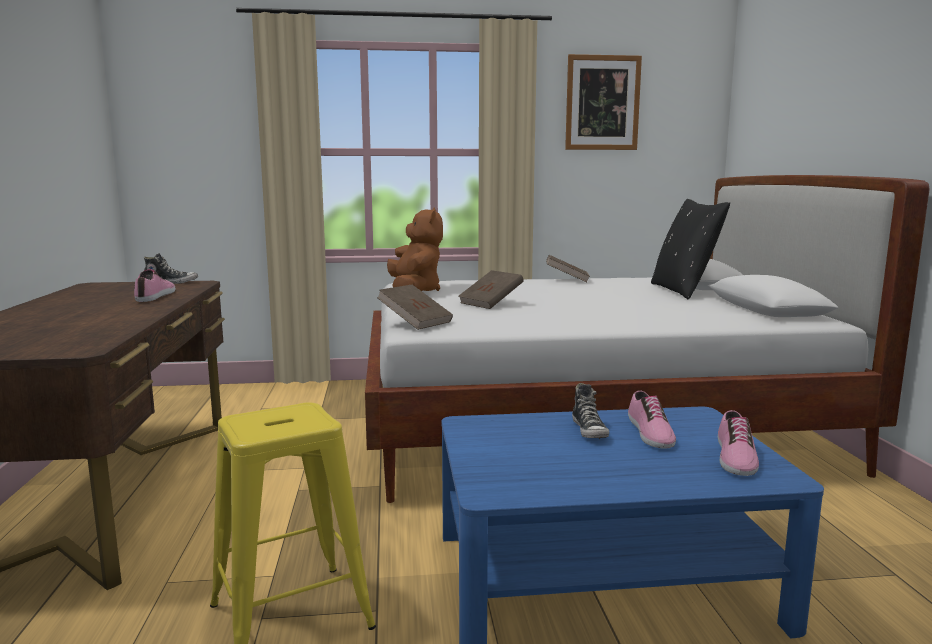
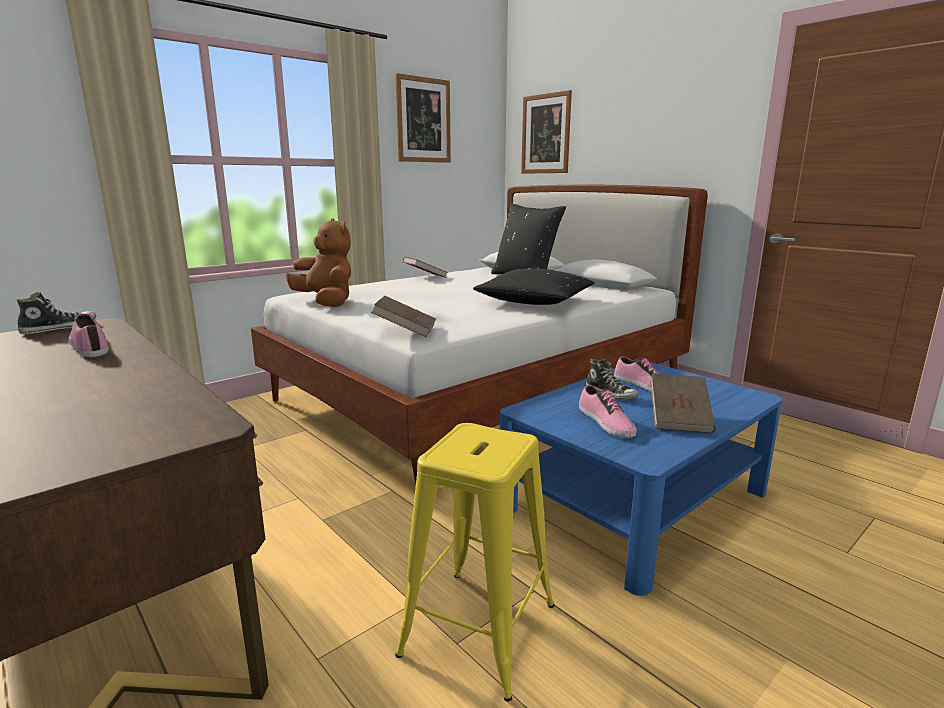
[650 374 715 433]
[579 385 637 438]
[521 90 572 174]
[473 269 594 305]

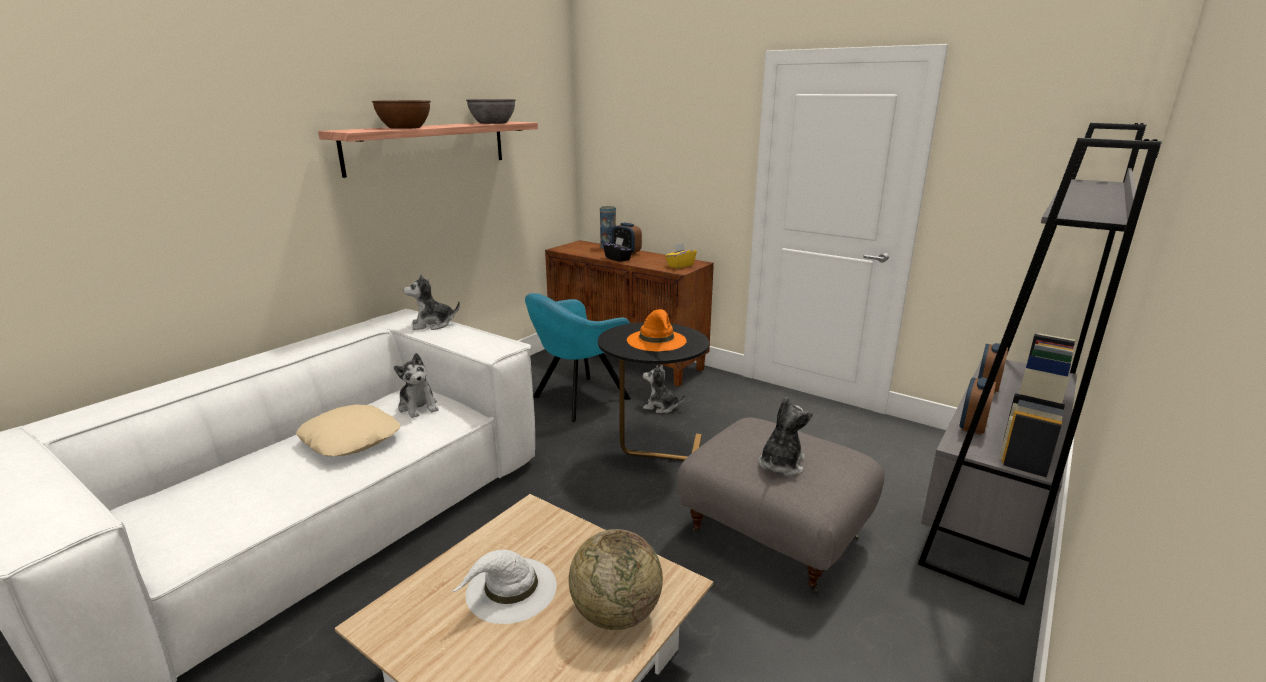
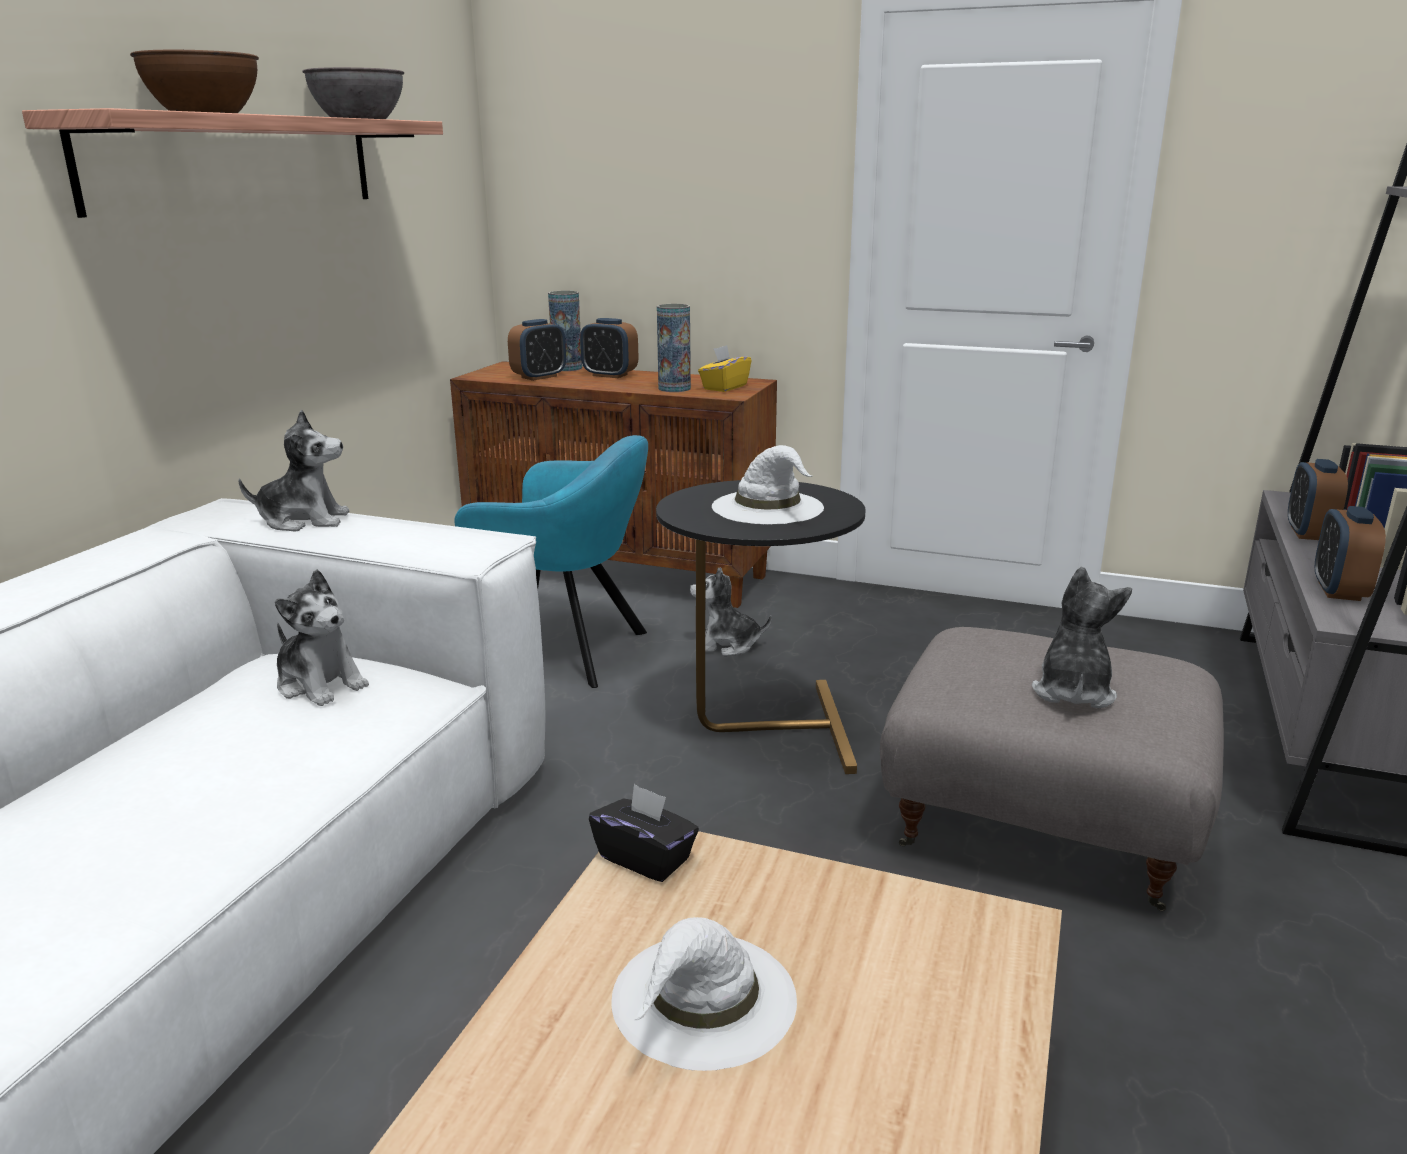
[589 783 699 882]
[238 410 349 531]
[454 435 648 688]
[712 445 824 524]
[296 405 401 456] (first image)
[569 529 663 630] (first image)
[657 304 691 392]
[508 319 566 381]

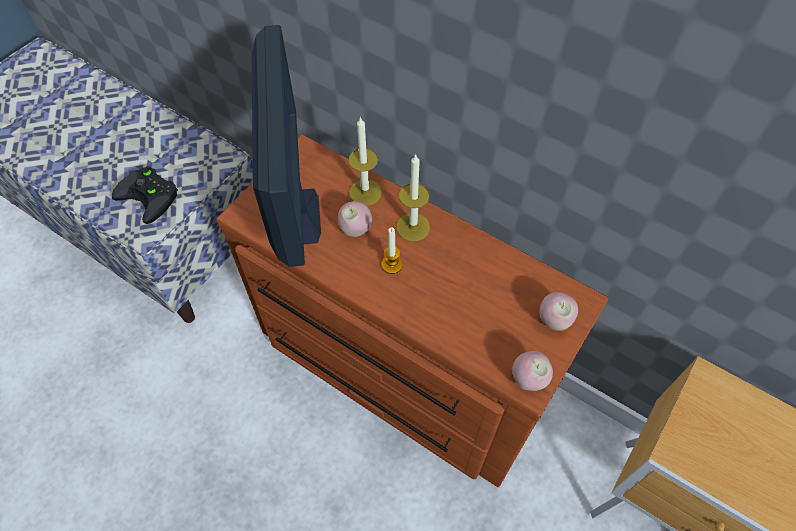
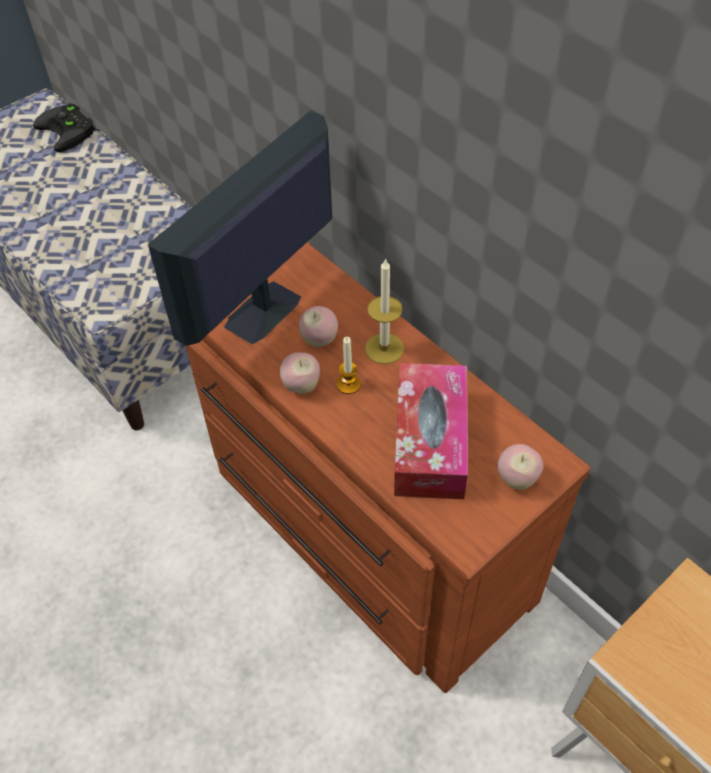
[148 110 332 346]
[348 116 382 206] (first image)
[33 103 96 152]
[280 352 320 394]
[394 363 468 499]

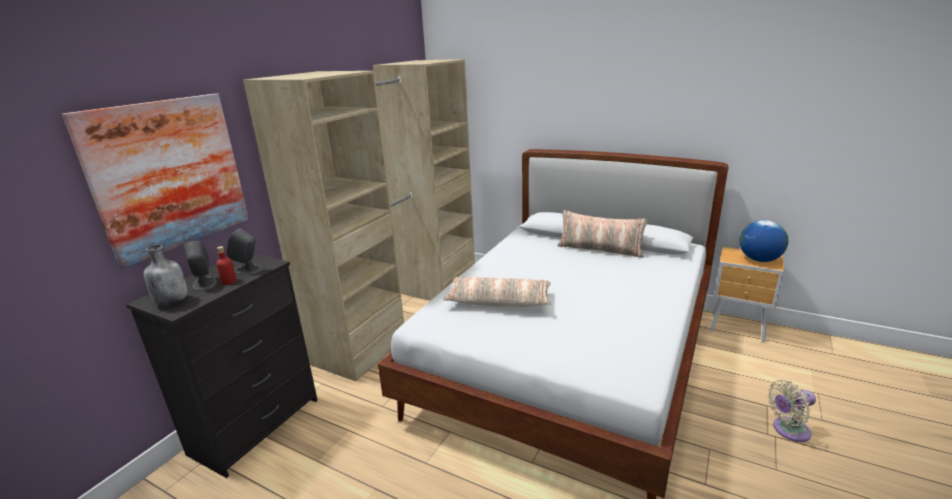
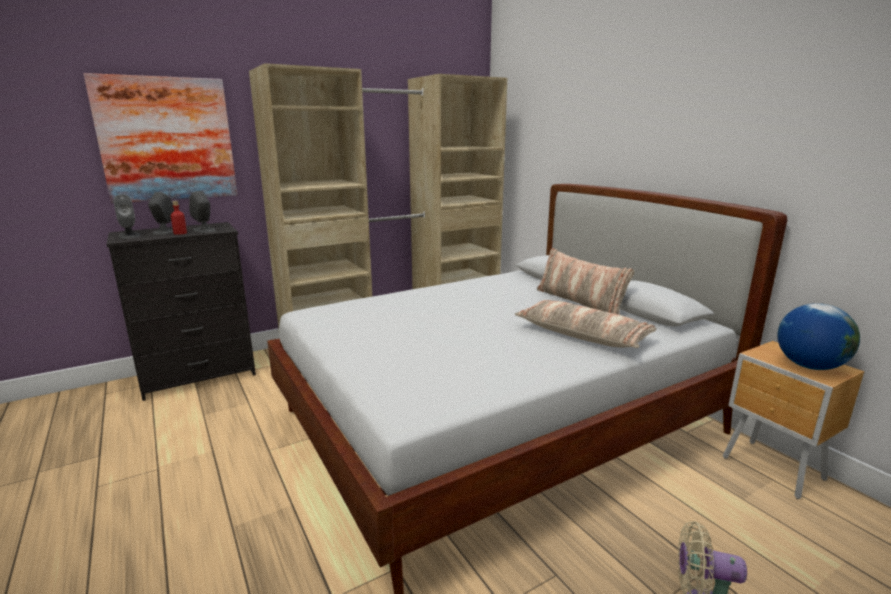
[114 194 141 239]
[515 300 657 348]

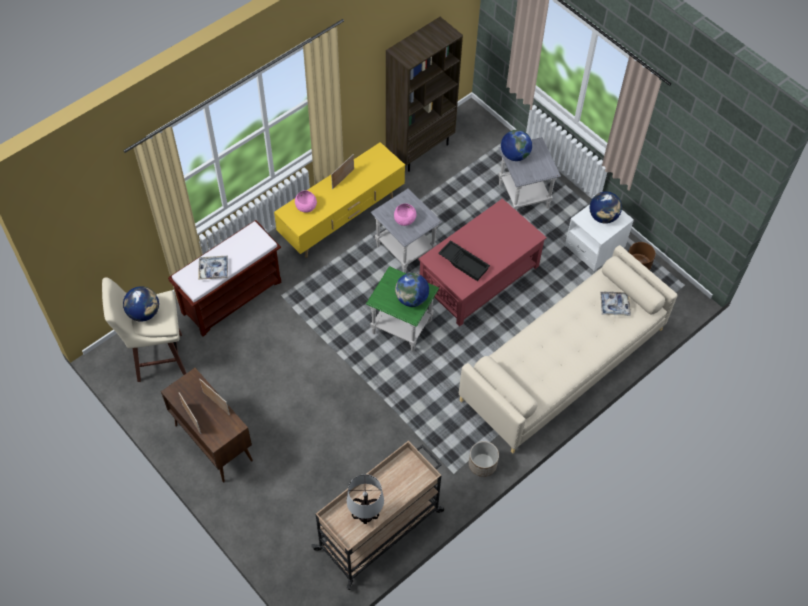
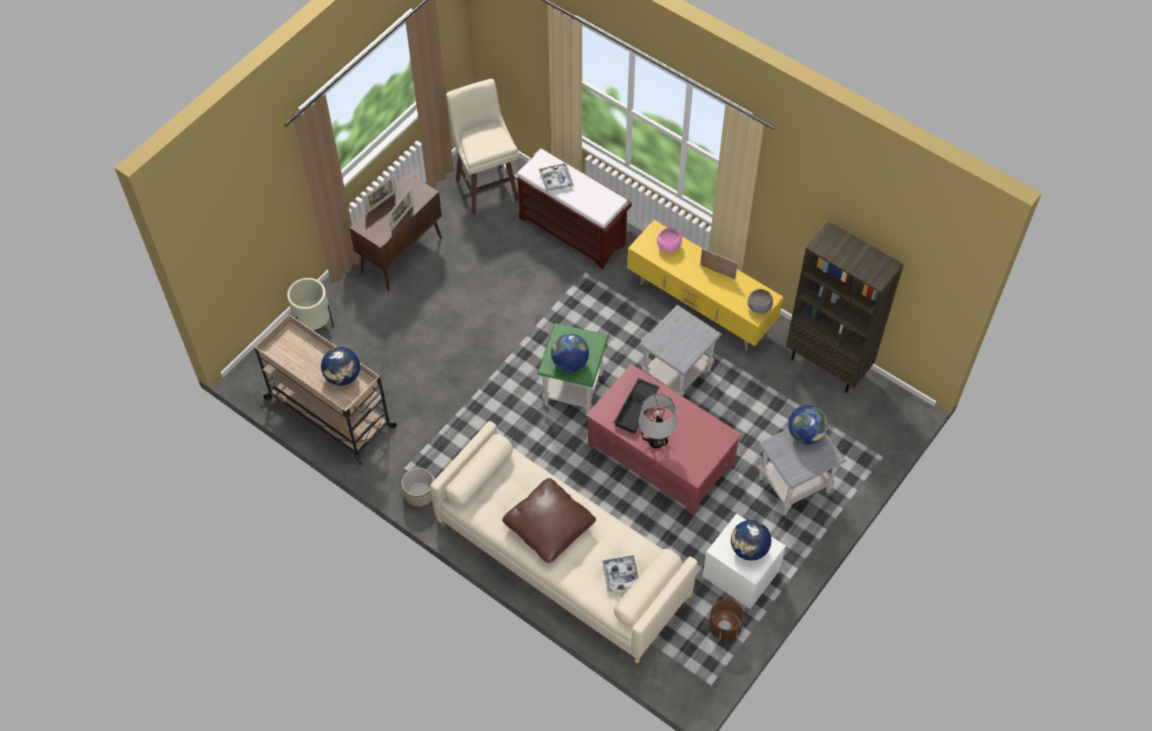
[394 203 416 226] (first image)
[321 347 360 386]
[639 394 676 448]
[287 278 334 330]
[747 289 773 314]
[502 478 596 563]

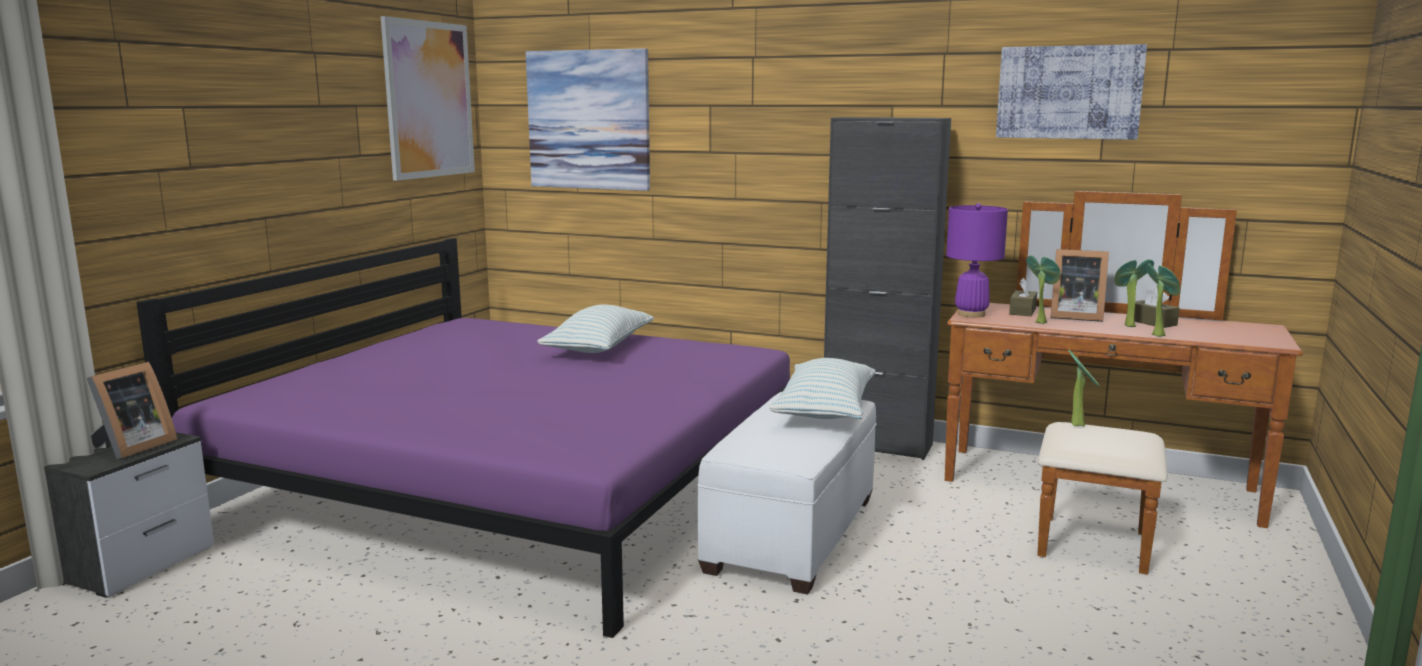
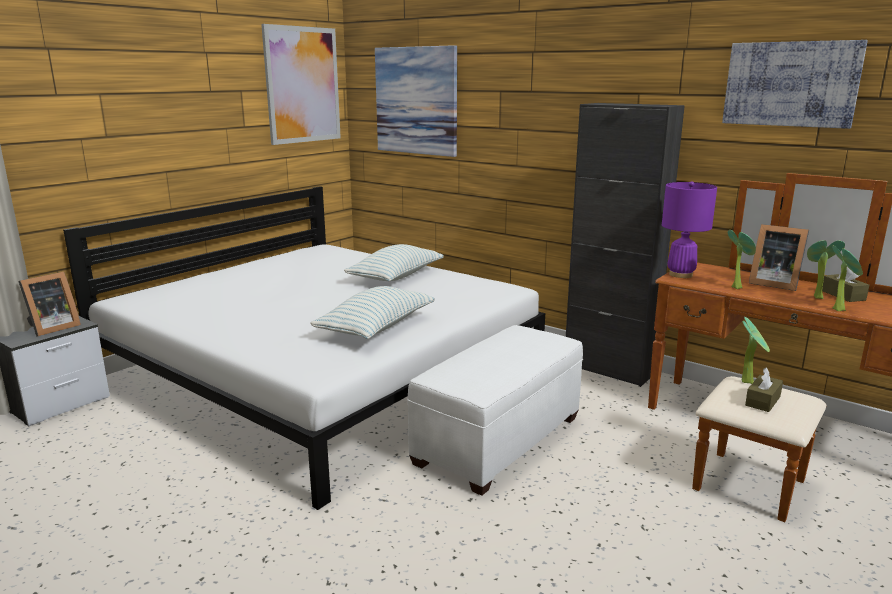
[63 186 545 510]
[745 367 783 412]
[310 286 435 339]

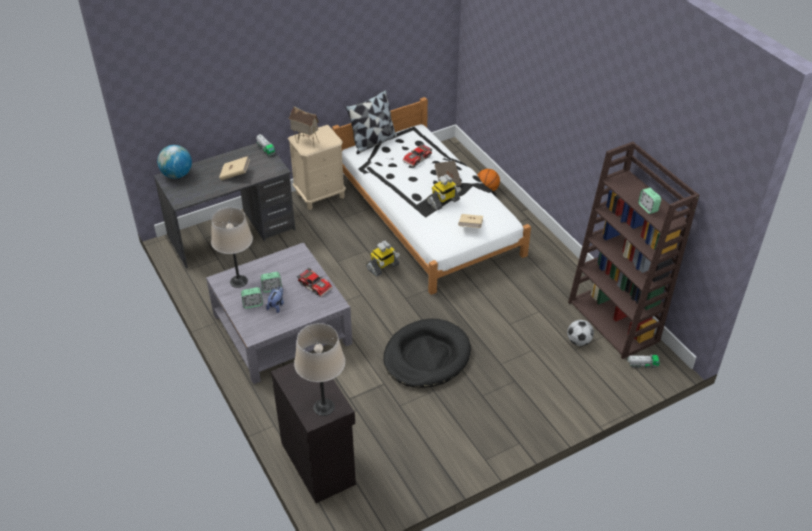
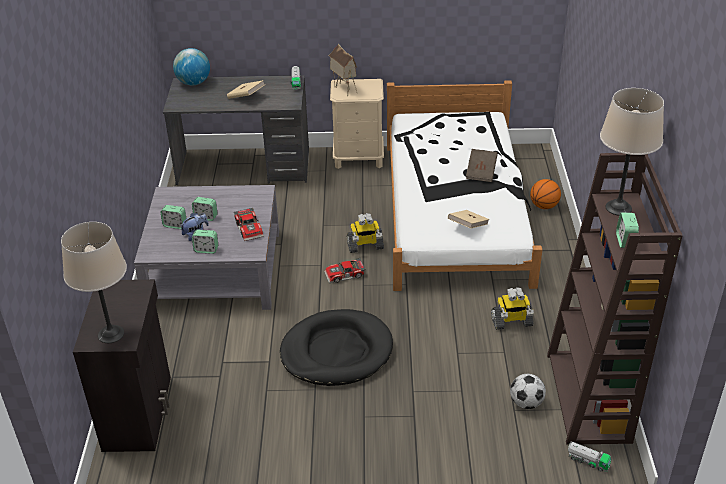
[345 90 397 154] (first image)
[324 258 365 283]
[491 287 534 330]
[600 88 664 216]
[192 230 218 254]

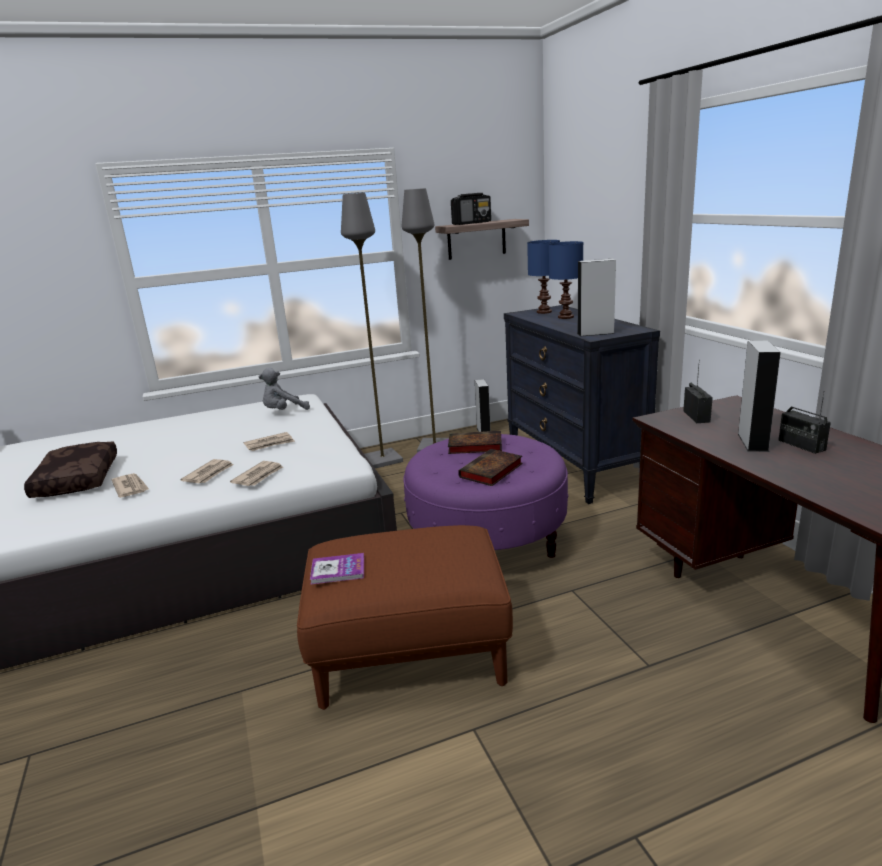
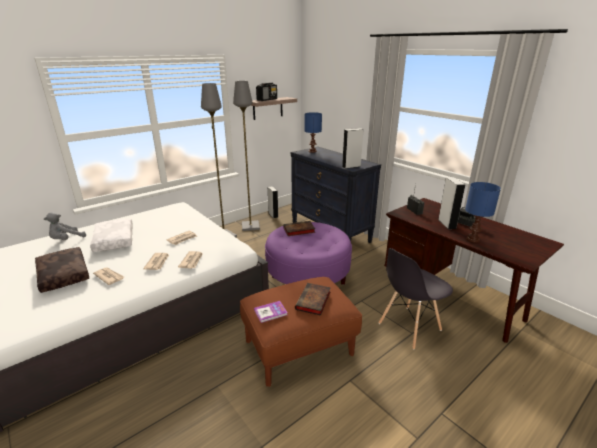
[465 182 501 243]
[44 212 86 240]
[295 283 331 316]
[90 218 133 252]
[379 248 453 350]

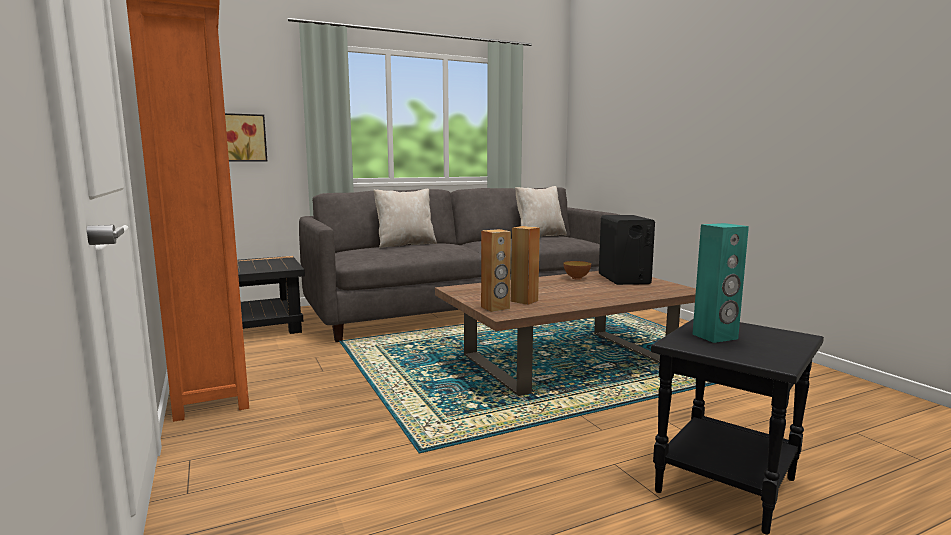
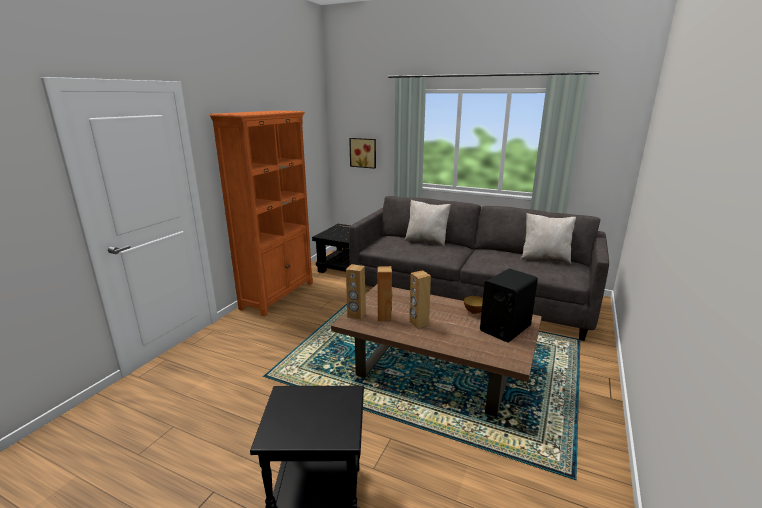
[693 223 749 343] (first image)
[409 270 431 329]

